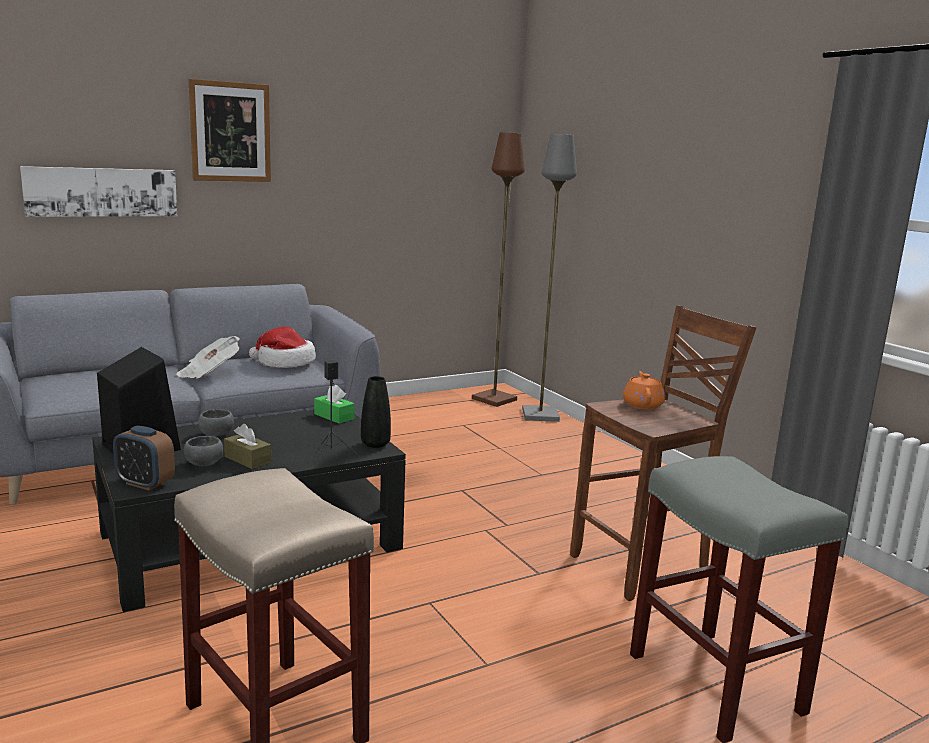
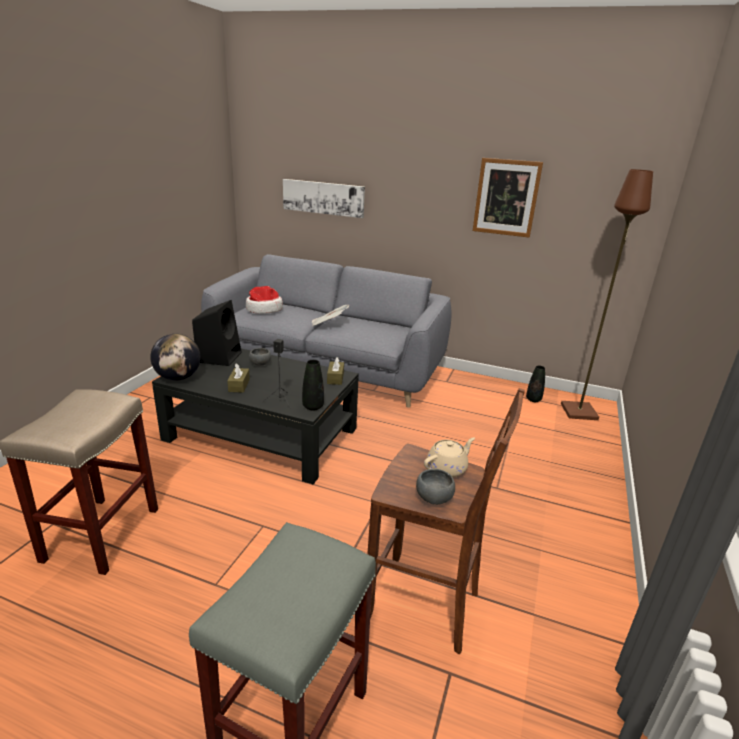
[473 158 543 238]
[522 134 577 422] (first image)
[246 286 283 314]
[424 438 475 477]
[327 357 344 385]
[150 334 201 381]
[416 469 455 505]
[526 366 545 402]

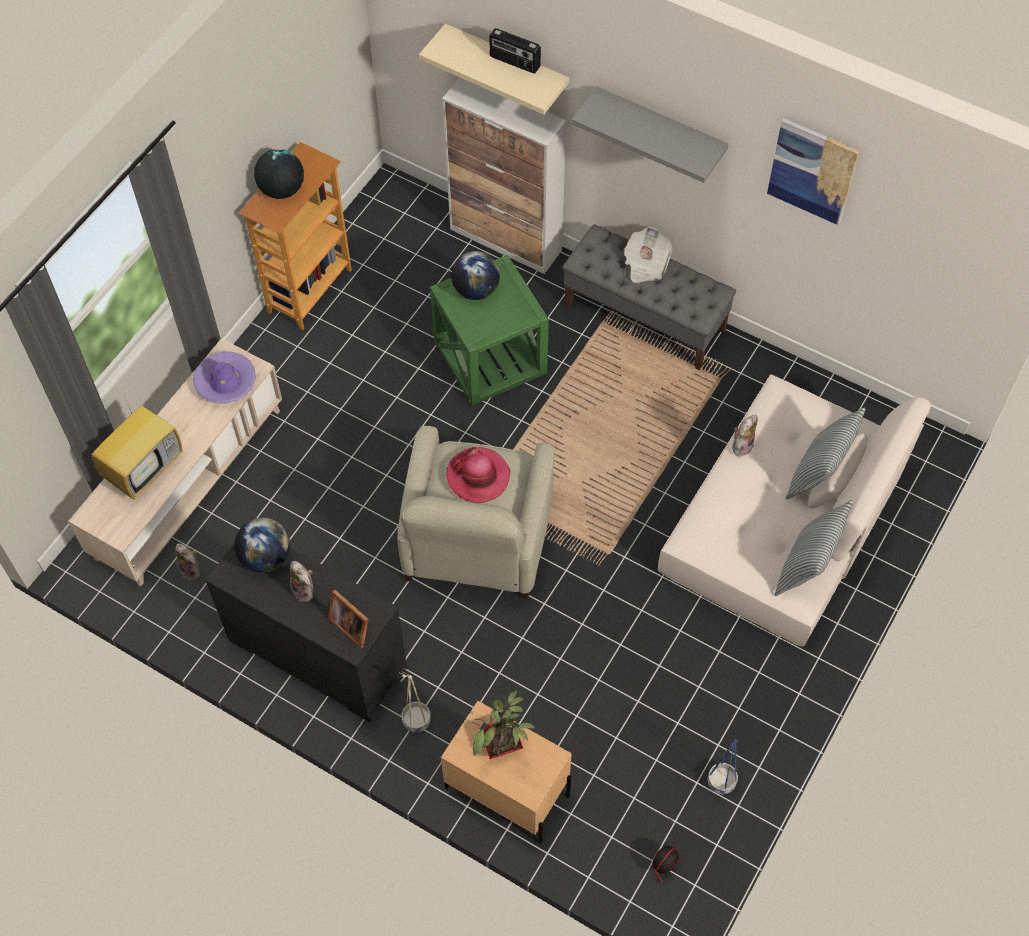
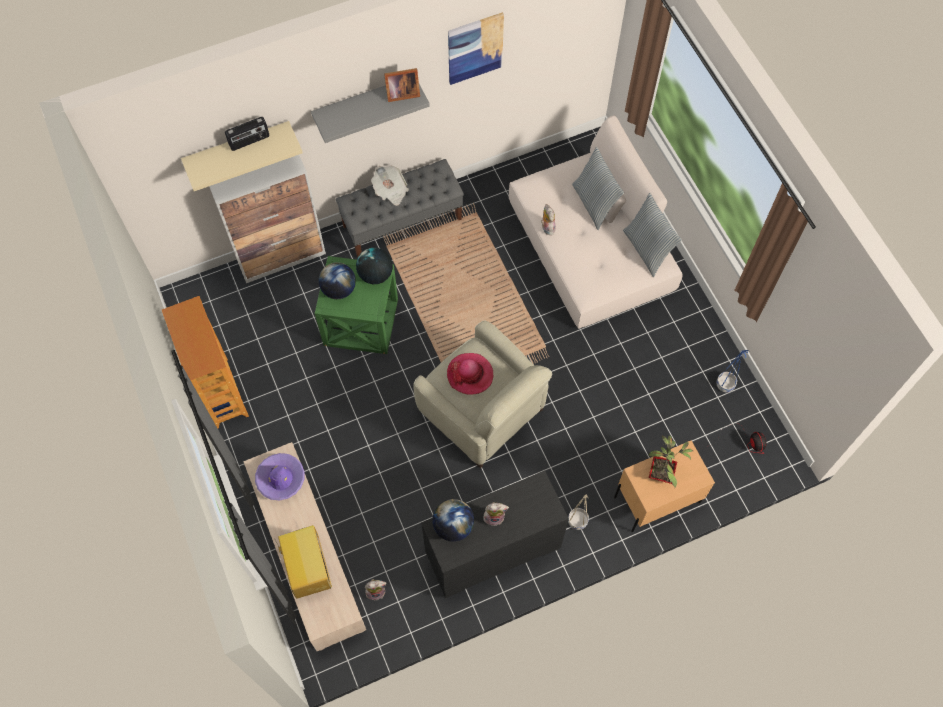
[356 248 393 284]
[384 68 420 102]

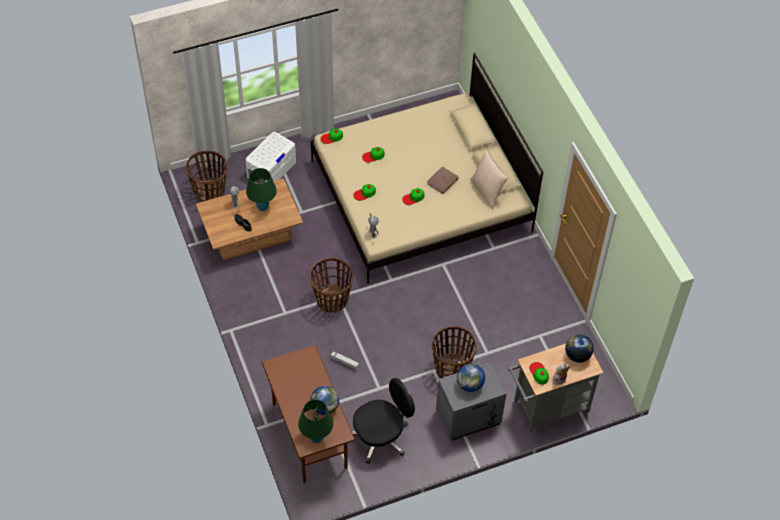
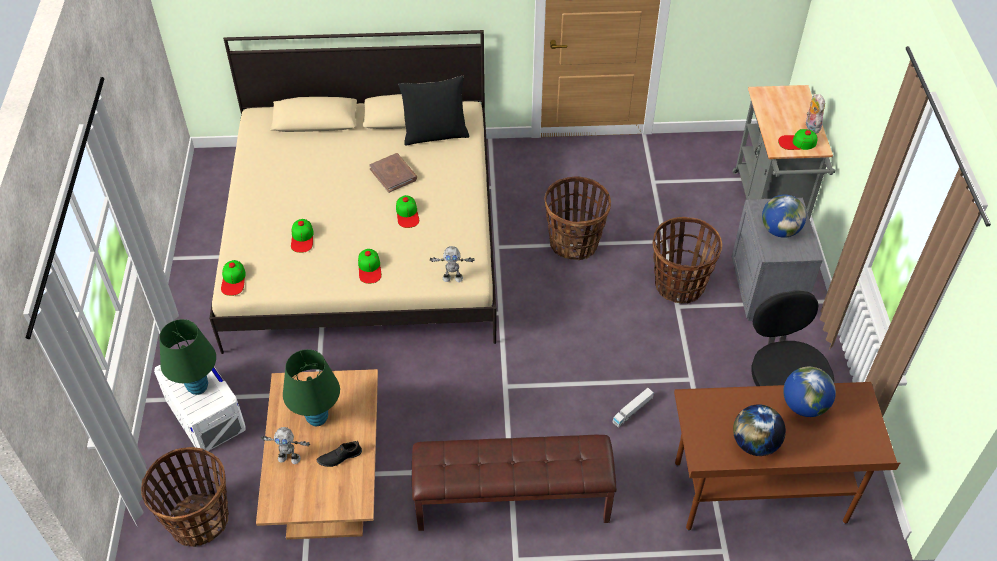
[398 75 469 146]
[545 177 611 260]
[733 404 786 456]
[159 319 216 395]
[412 435 617 531]

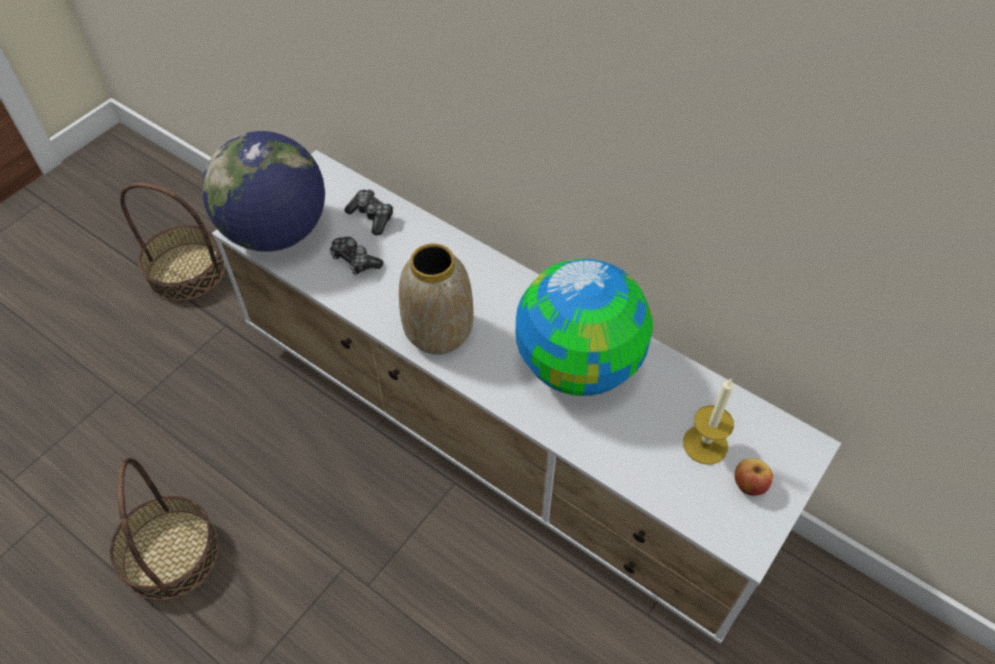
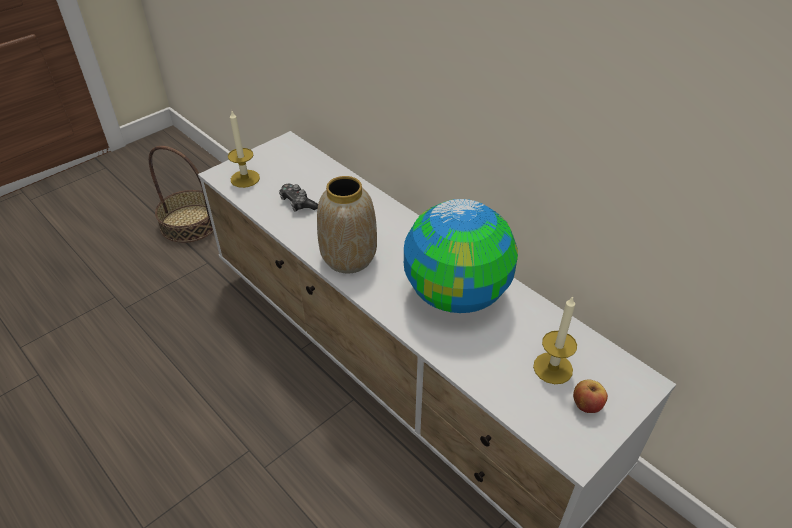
[228 111 260 188]
[345 190 393 235] (first image)
[110 458 219 601] (first image)

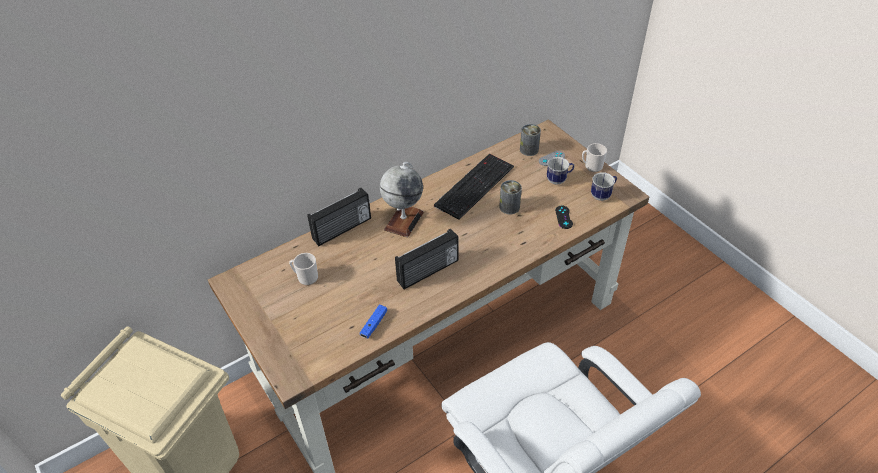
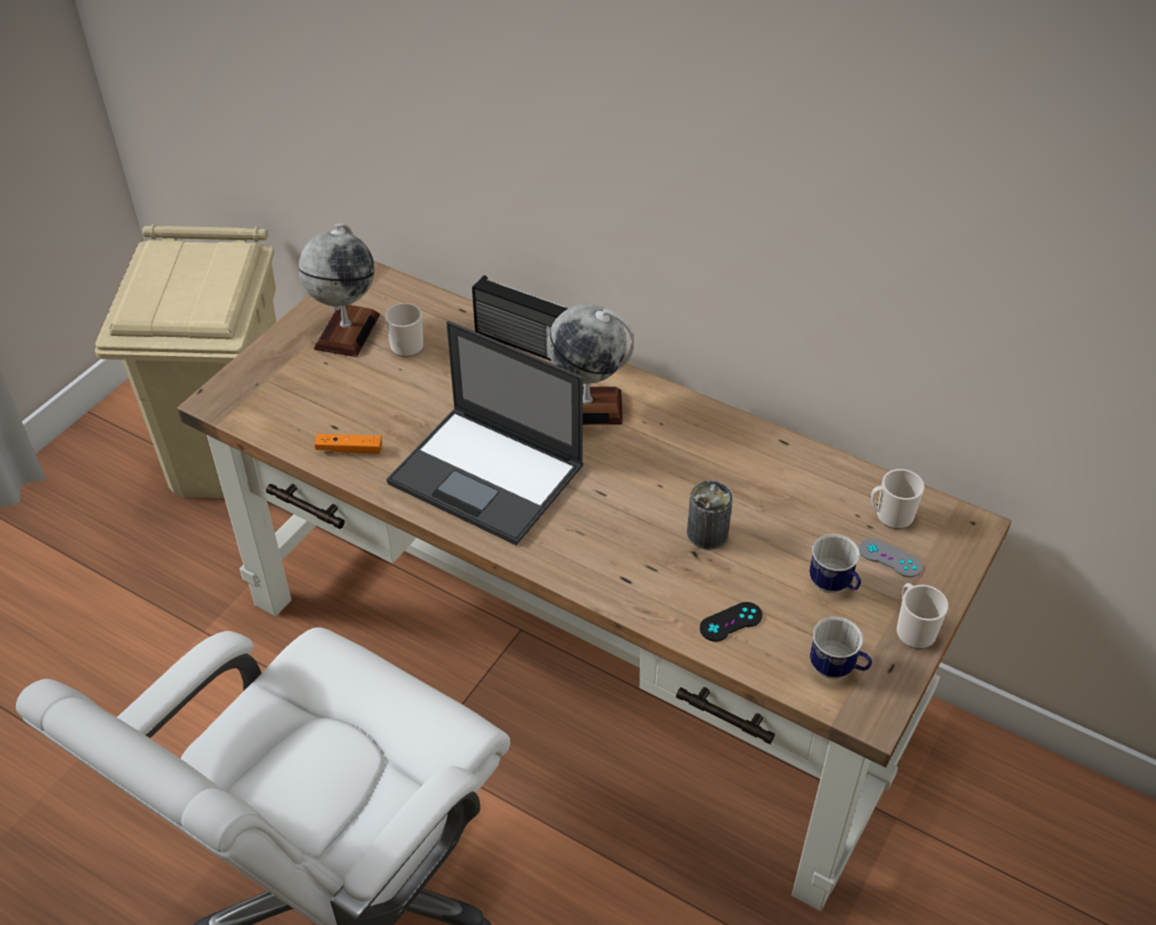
[871 469 924 529]
[434 154 514 220] (first image)
[387 321 584 546]
[314 434 382 453]
[298 224 380 357]

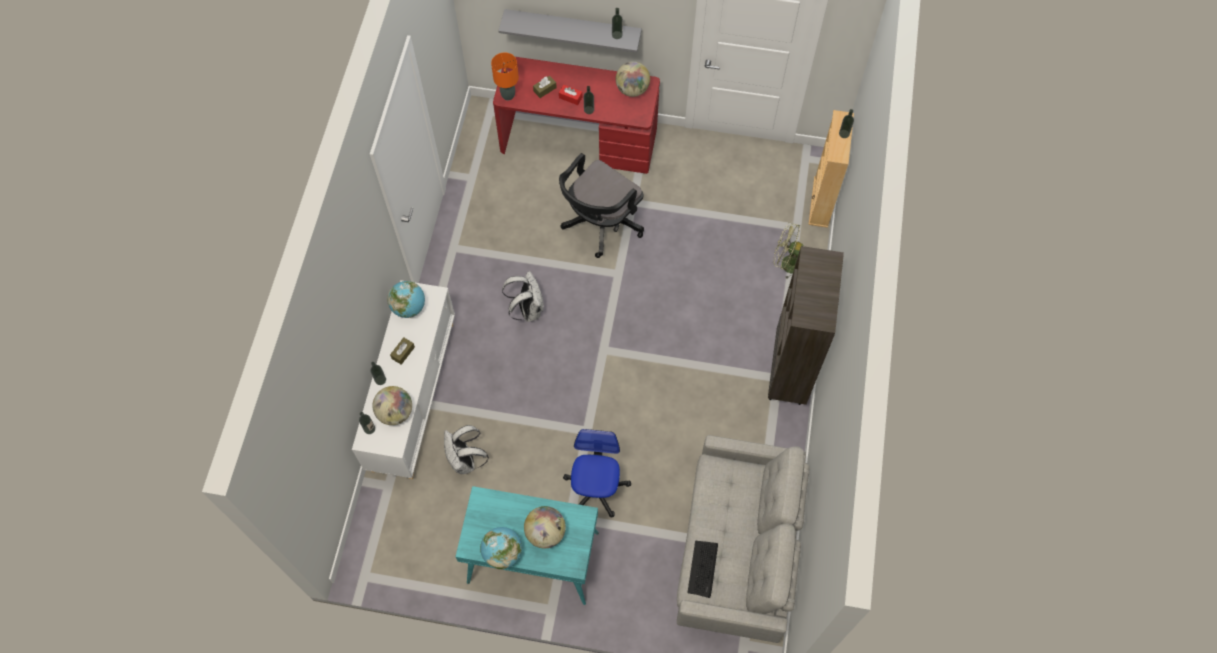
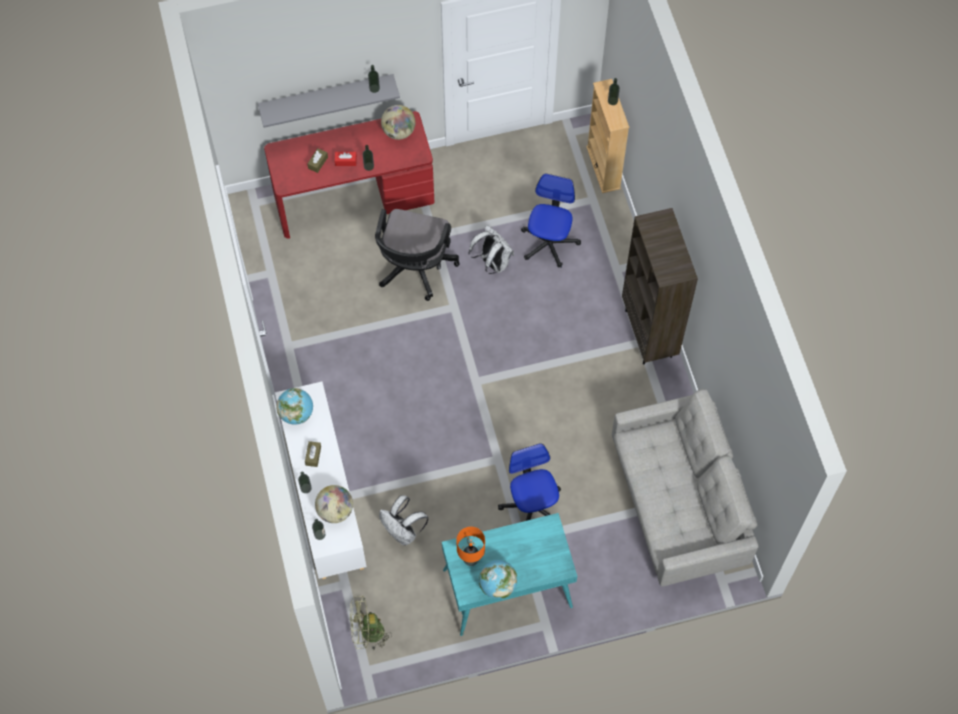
[456 527 485 566]
[350 596 392 650]
[469 225 514 274]
[524 506 566 548] (first image)
[687 541 718 598] (first image)
[521 174 581 268]

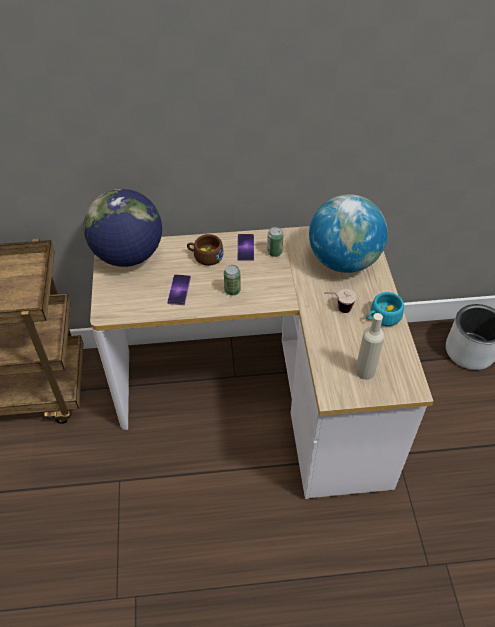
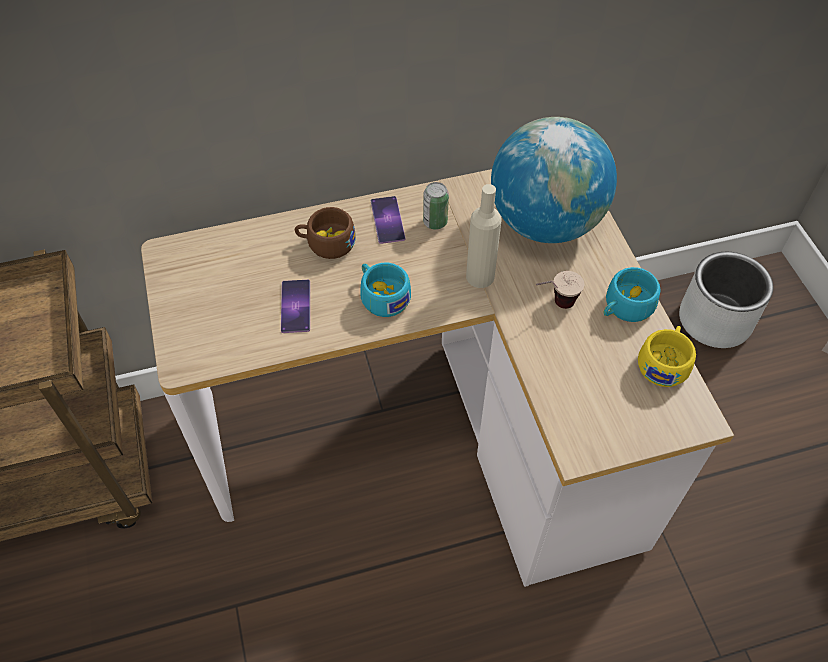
[84 189 162 267] (first image)
[360 263 411 317]
[466 184 502 288]
[638 326 696 387]

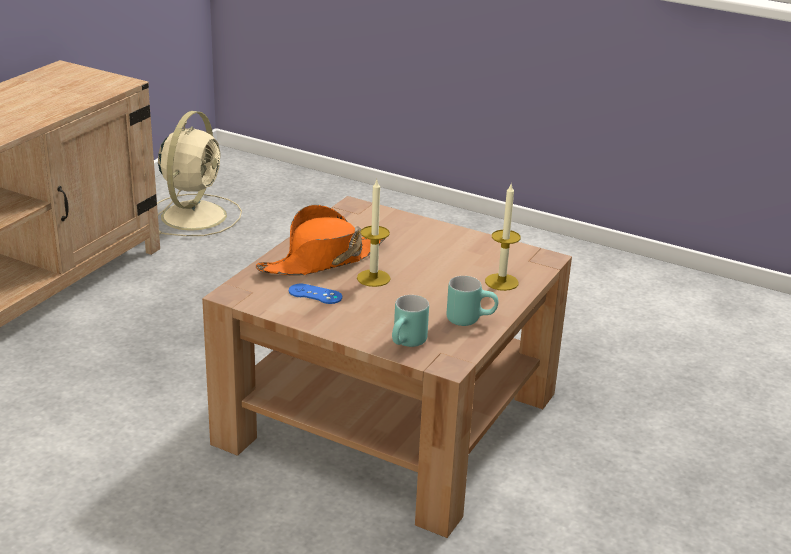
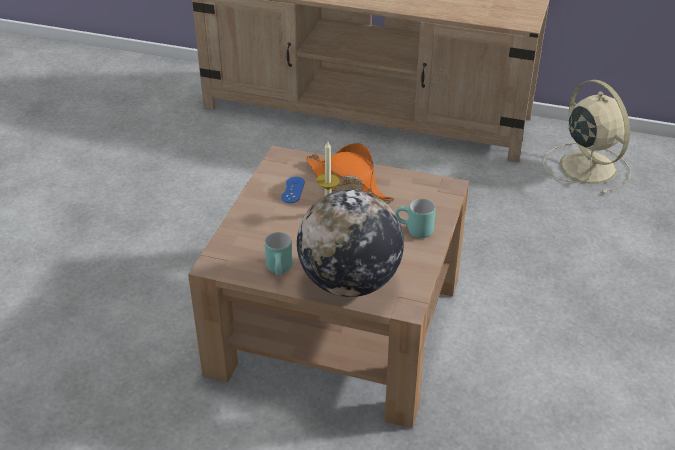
[543 80 631 194]
[297 189 404 297]
[395 199 435 238]

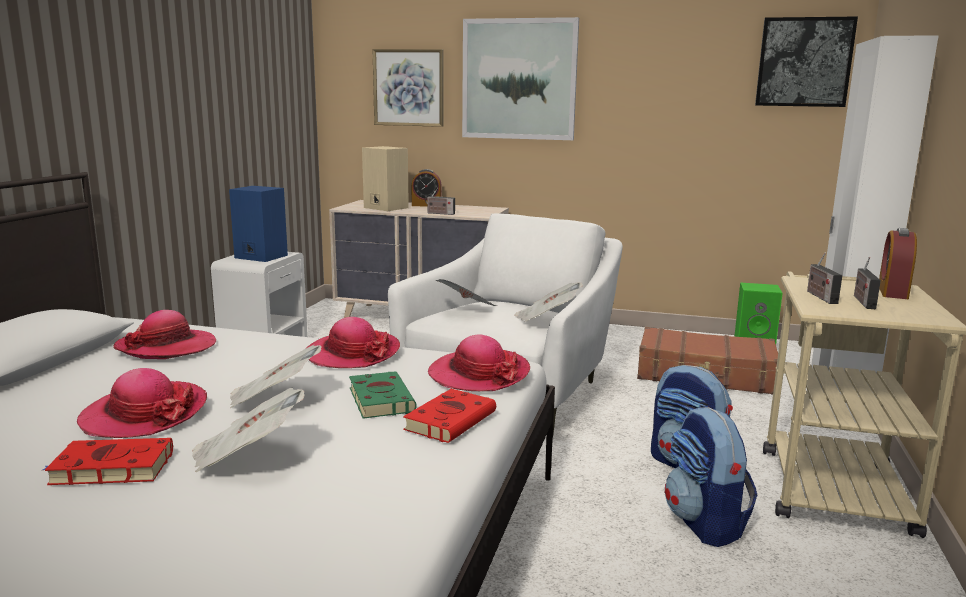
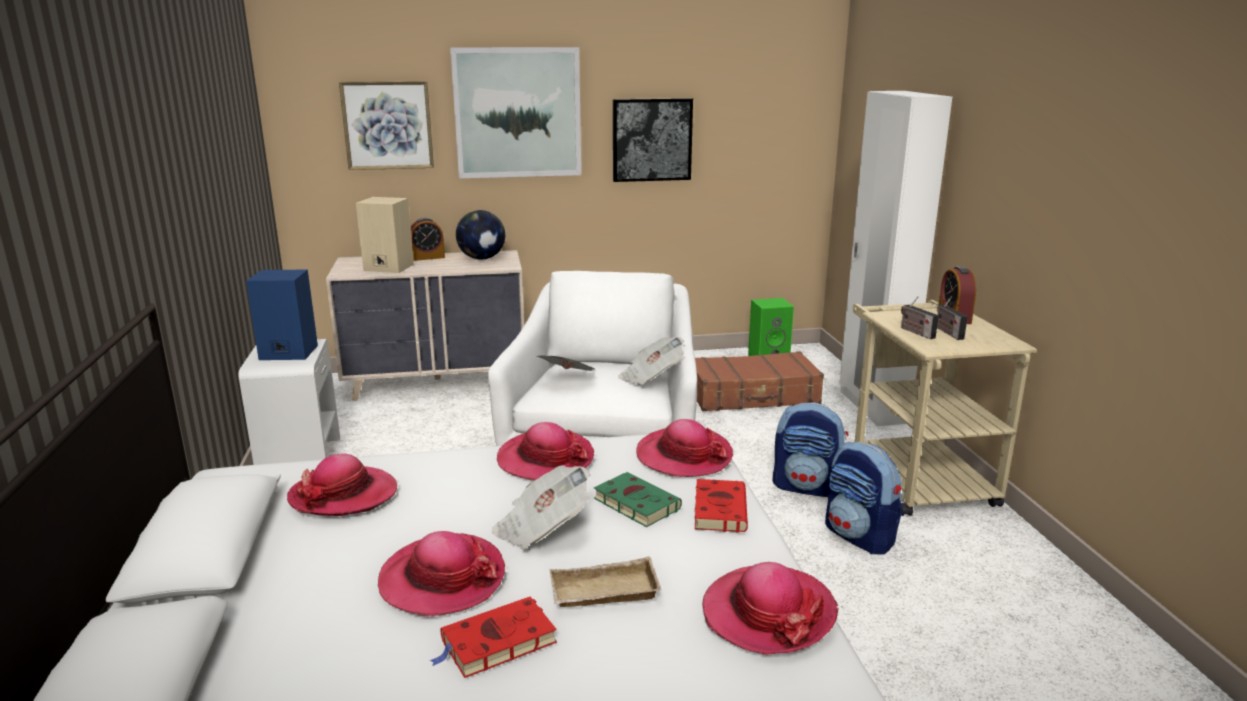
[613 98 693 182]
[425 188 455 215] (first image)
[549 557 662 607]
[456 210 505 259]
[703 562 839 655]

